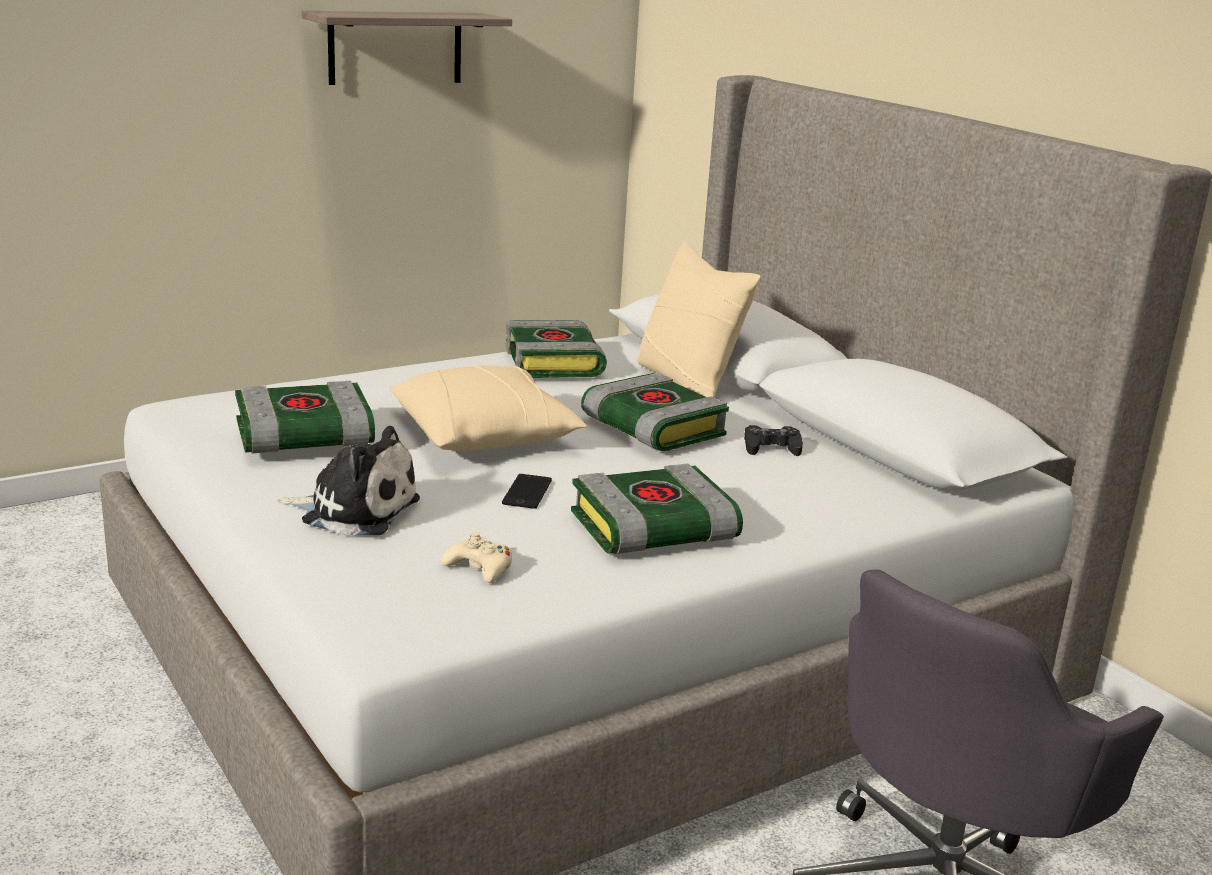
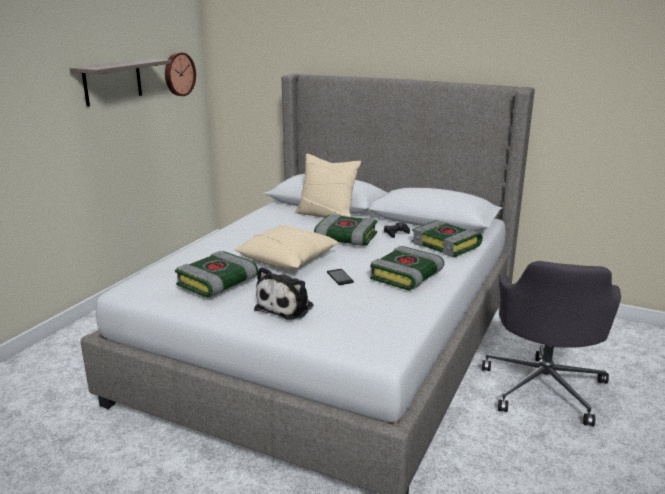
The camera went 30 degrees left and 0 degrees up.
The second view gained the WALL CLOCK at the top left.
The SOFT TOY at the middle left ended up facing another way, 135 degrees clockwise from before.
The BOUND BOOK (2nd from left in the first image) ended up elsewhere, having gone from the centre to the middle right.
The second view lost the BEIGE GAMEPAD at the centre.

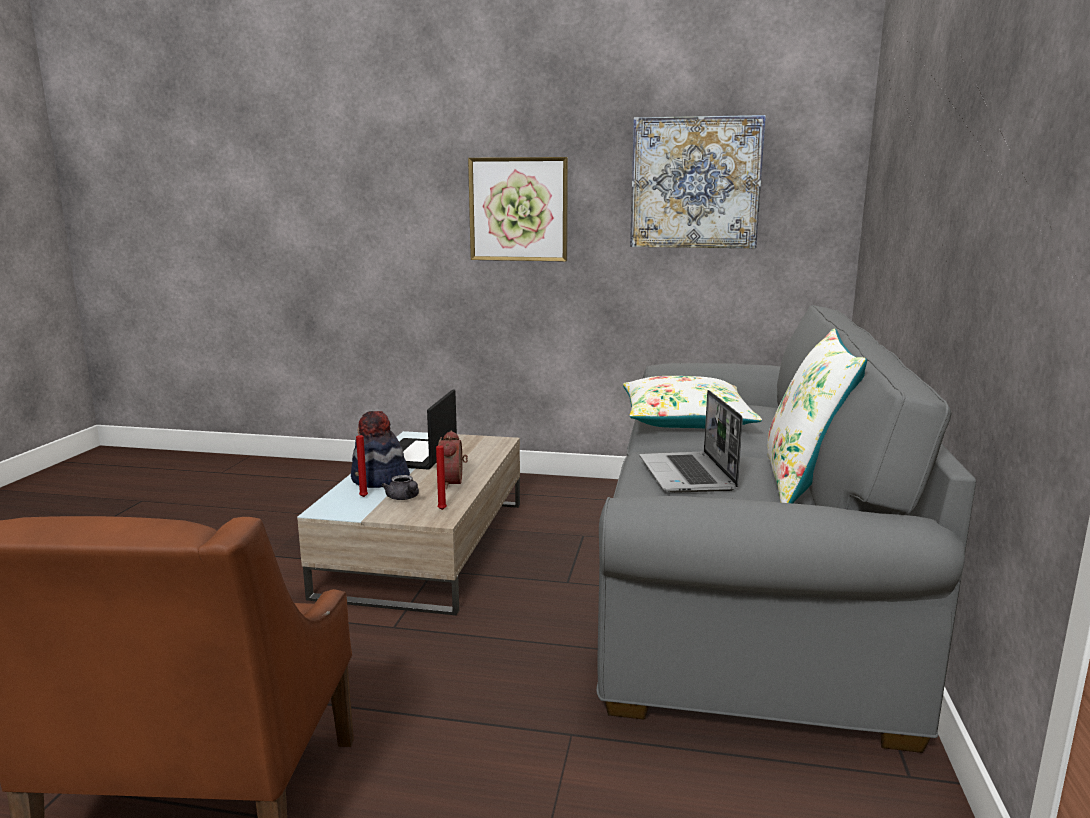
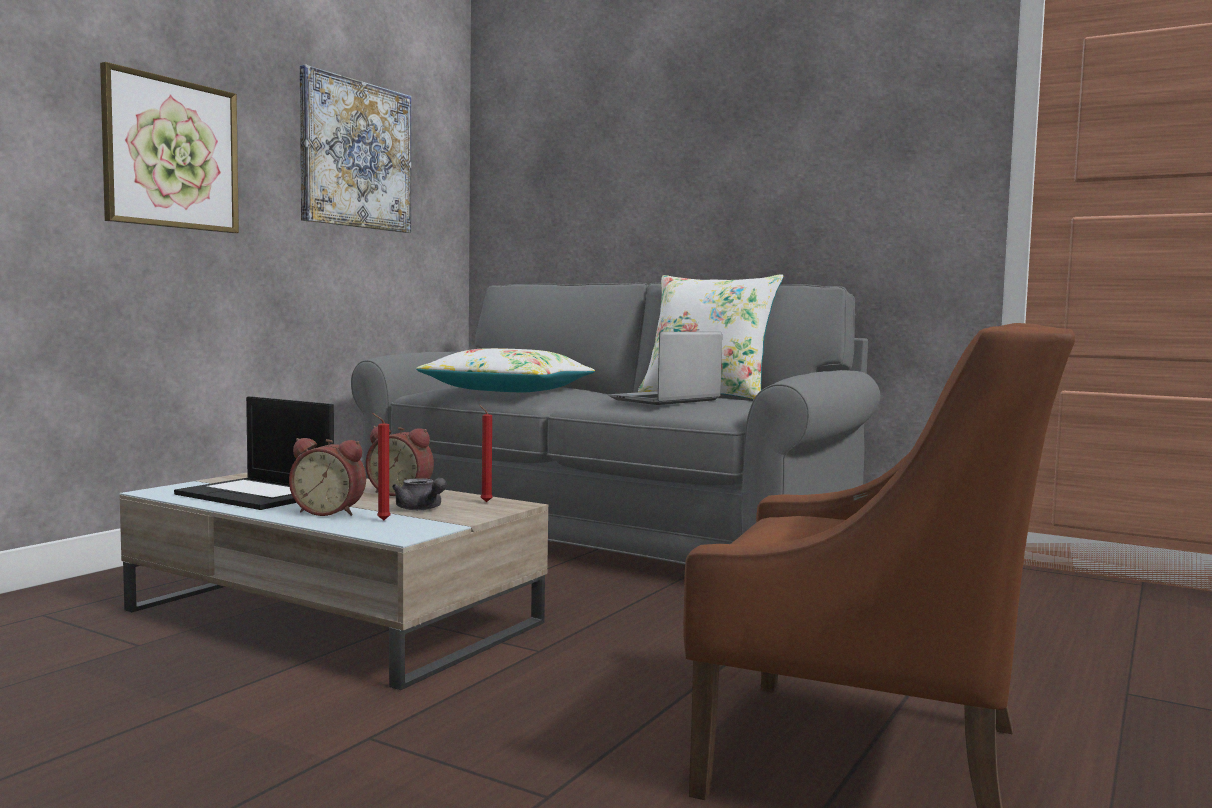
The camera went 70 degrees left and 10 degrees down.
Where the HAT stood at the centre, the BEDSIDE CLOCK (1st from left) came to stand at the middle left.
The GRAY TEAPOT at the centre ended up facing another way, 60 degrees clockwise from before.
The NOTEBOOK COMPUTER (2nd from left) at the centre ended up facing another way, 120 degrees clockwise from before.

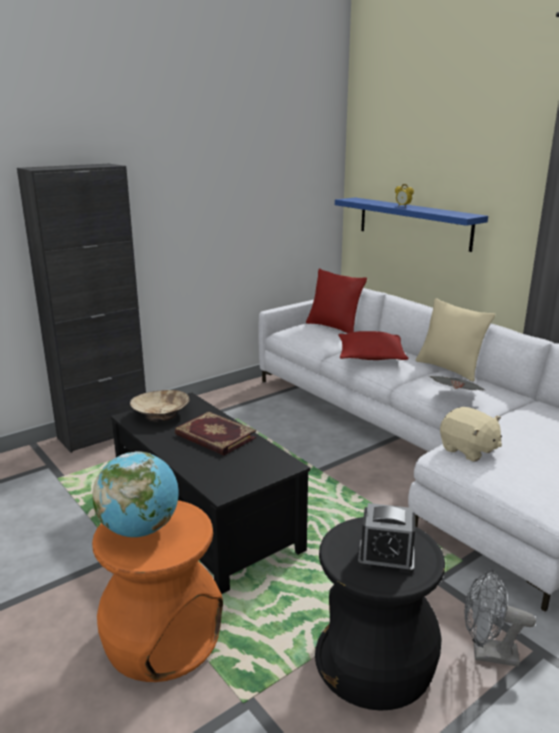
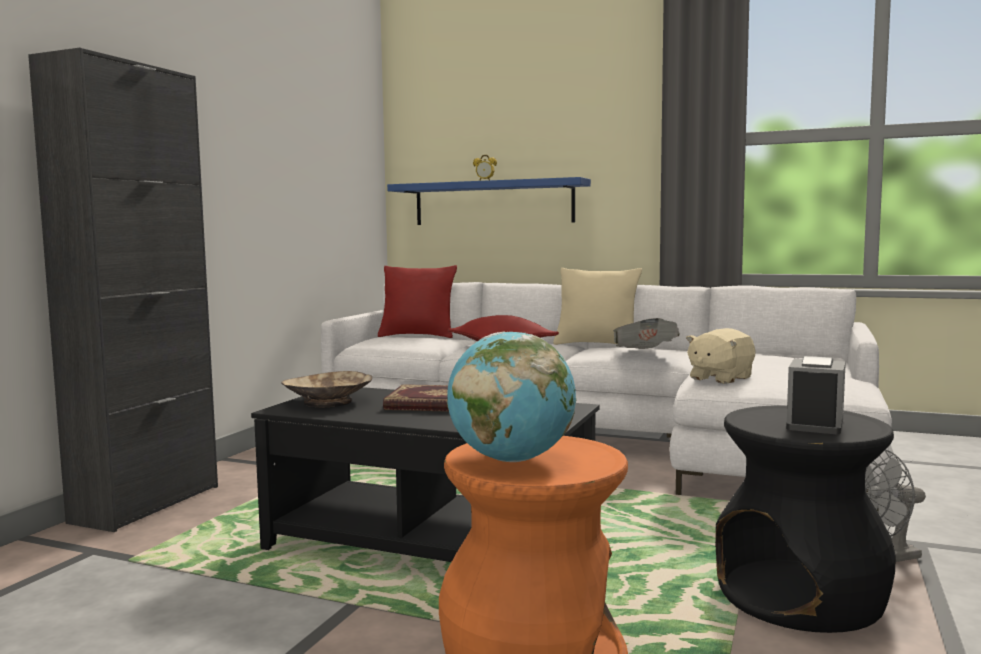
The camera went 30 degrees left and 15 degrees down.
The BEIGE SOFT TOY at the middle right ended up facing another way, 120 degrees clockwise from before.
The BEDSIDE CLOCK (1st from left in the first image) at the bottom right ended up facing another way, 45 degrees counterclockwise from before.

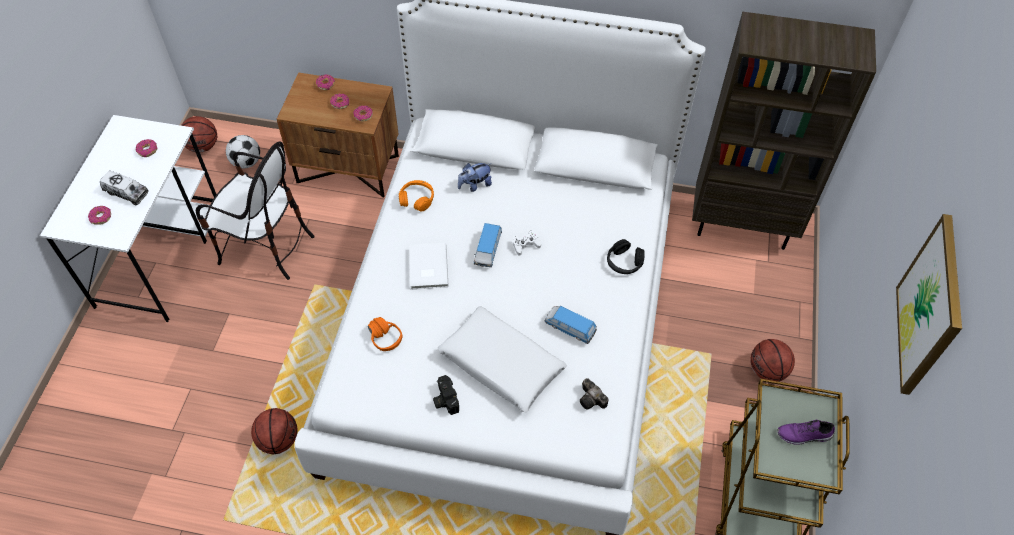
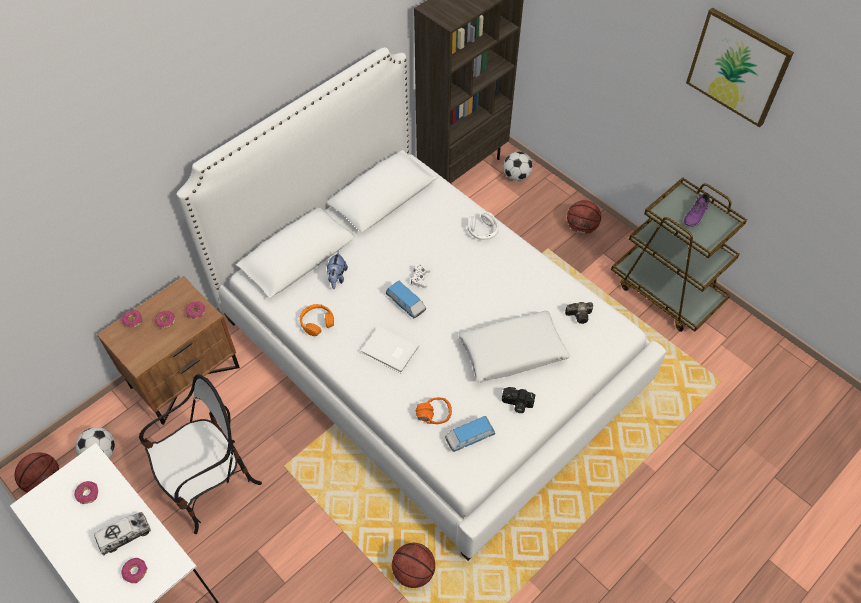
The camera went 55 degrees left and 0 degrees up.
The MODEL CAR (2nd from left) ended up elsewhere, having gone from the centre to the bottom centre.
What was the BLACK HEADPHONES at the centre turned into the WHITE-COLOURED HEADPHONES at the centre.
The second view gained the FOOTBALL (2nd from left) at the top centre.

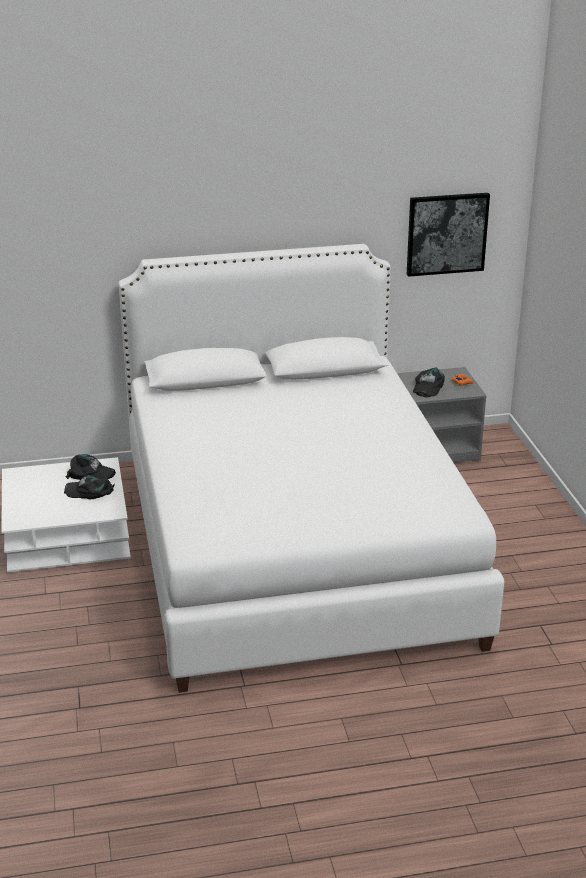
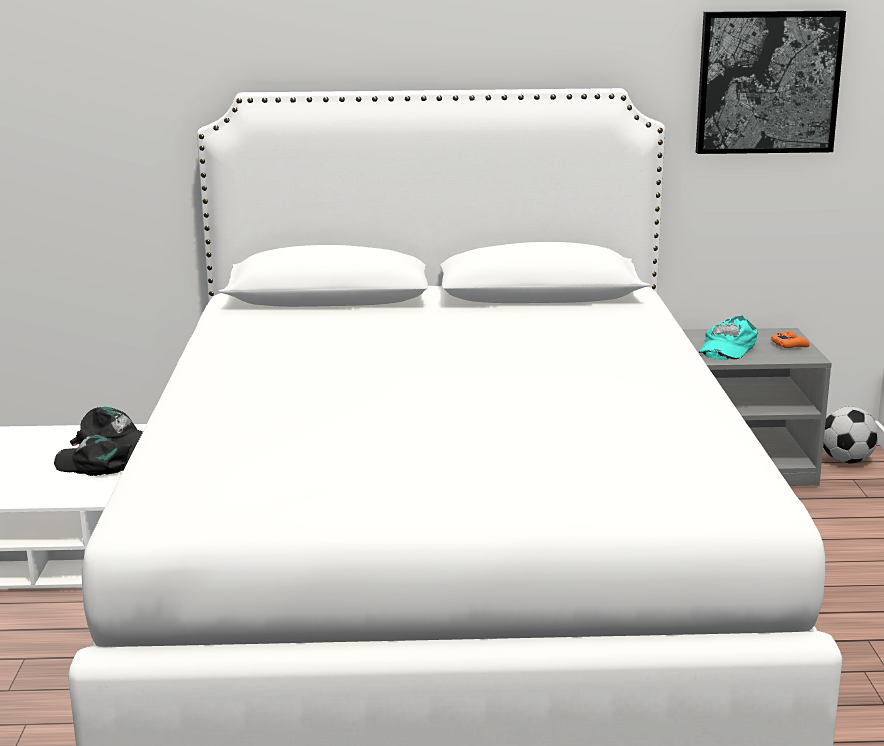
The camera went 10 degrees right and 10 degrees down.
What was the BLACK BASEBALL CAP (3rd from left) at the middle right turned into the BLUE-GREEN BASEBALL CAP at the middle right.
The second view gained the FOOTBALL at the middle right.

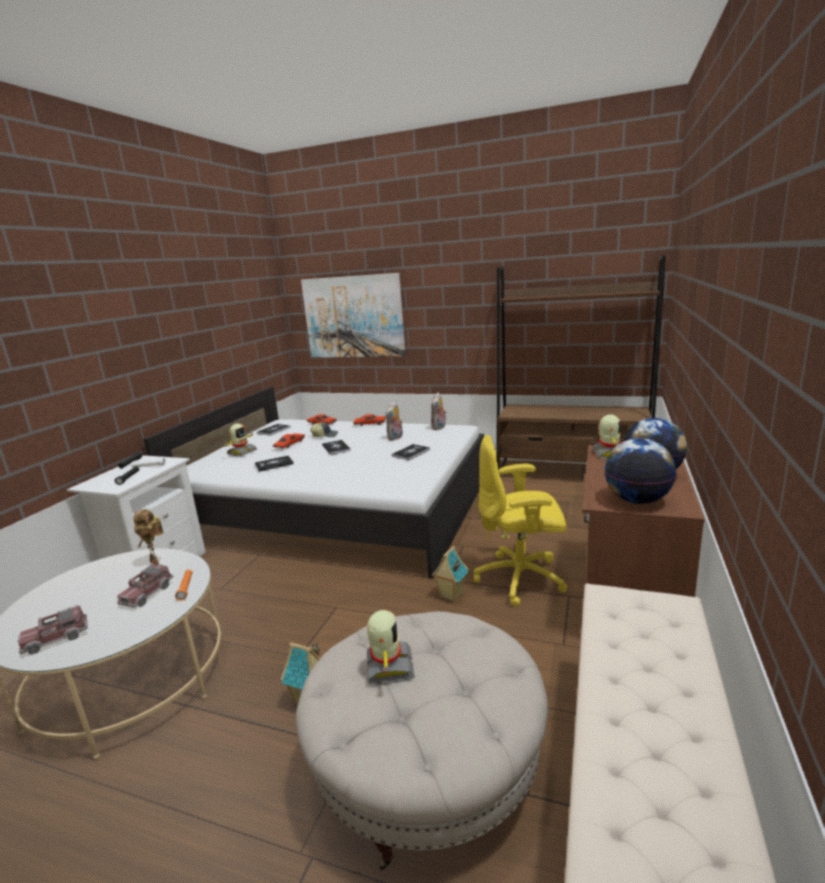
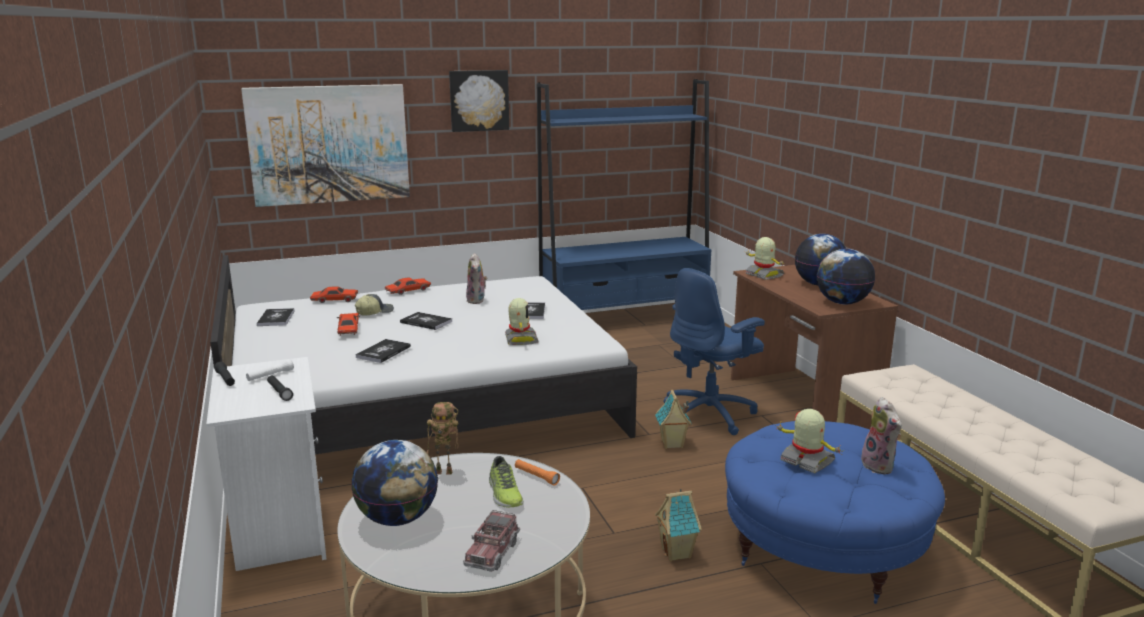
The camera went 40 degrees left and 0 degrees up.
The second view gained the GLOBE (1st from left) at the bottom centre.
The second view gained the WALL PICTURE (2nd from left) at the top centre.
Where the MODEL TRUCK (2nd from left) stood at the middle left, the SHOE came to stand at the bottom centre.
The MODEL ROBOT (2nd from left) ended up elsewhere, having gone from the middle left to the centre.
What was the BROWNISH BOOKSHELF at the middle right turned into the BLUE-COLOURED BOOKSHELF at the top centre.
What was the YELLOWISH OFFICE CHAIR at the centre turned into the BLUE-COLOURED OFFICE CHAIR at the centre.
What was the BEIGE POUFFE at the bottom centre turned into the BLUE-COLOURED POUFFE at the bottom right.
The SOFT TOY (2nd from left) ended up elsewhere, having gone from the centre to the bottom right.

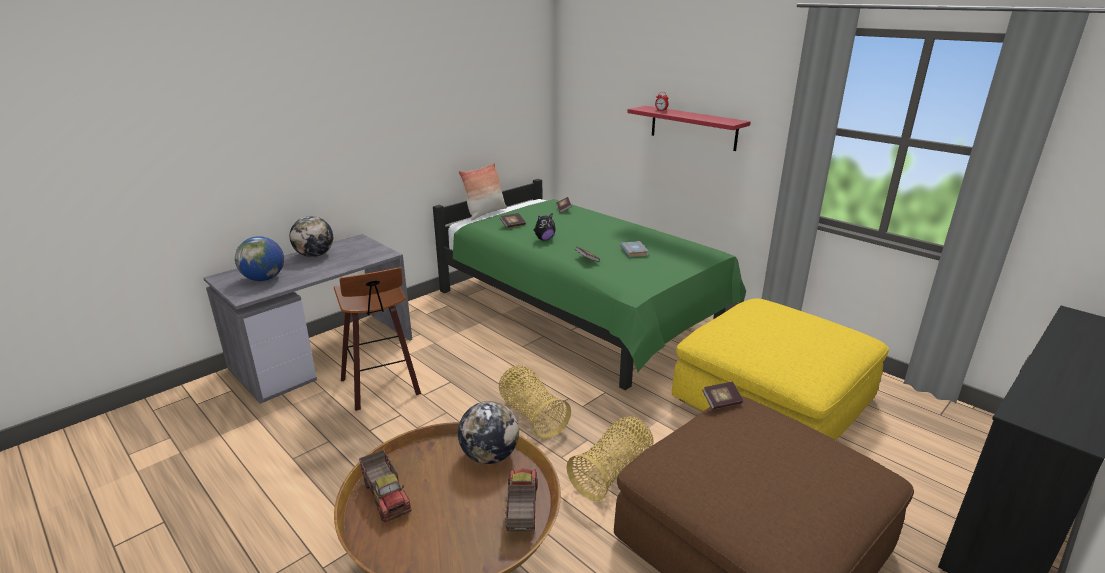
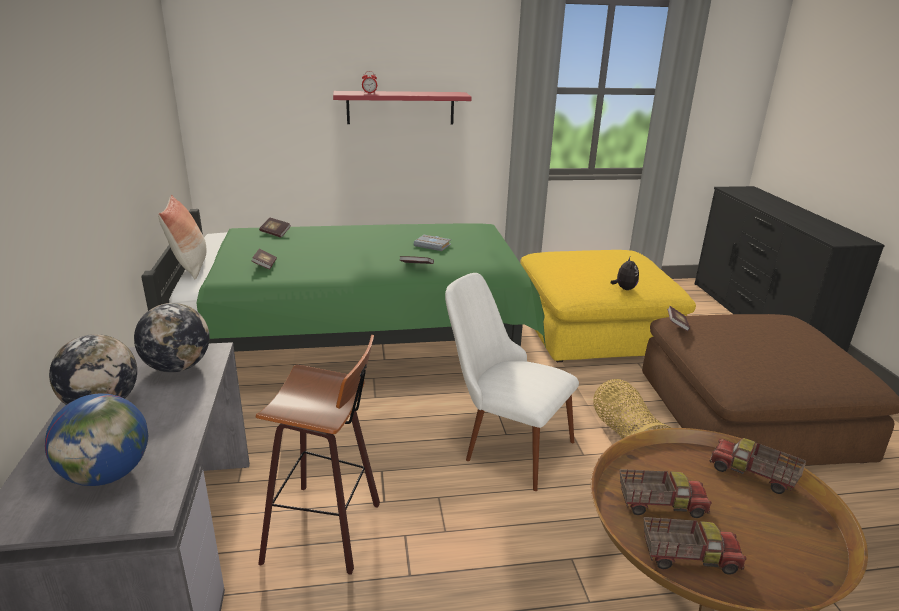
The camera went 55 degrees left and 0 degrees up.
The GLOBE (3rd from left) ended up elsewhere, having gone from the bottom centre to the middle left.
Where the HOUSEHOLD BASKET (1st from left) stood at the bottom centre, the WHITE-COLOURED CHAIR came to stand at the centre.
The SOFT TOY ended up elsewhere, having gone from the centre to the middle right.
The second view gained the MODEL TRUCK (1st from left) at the bottom right.

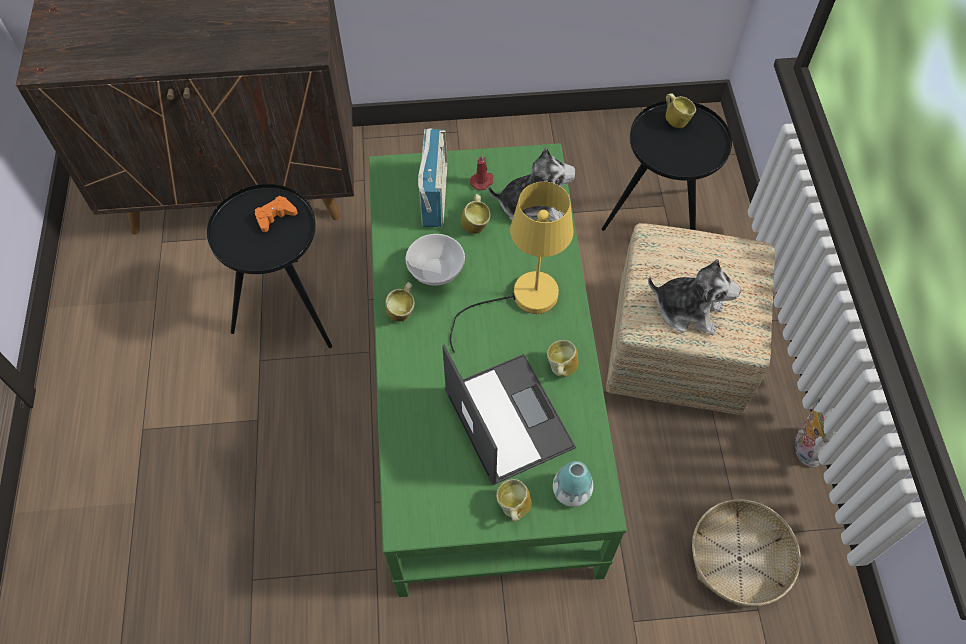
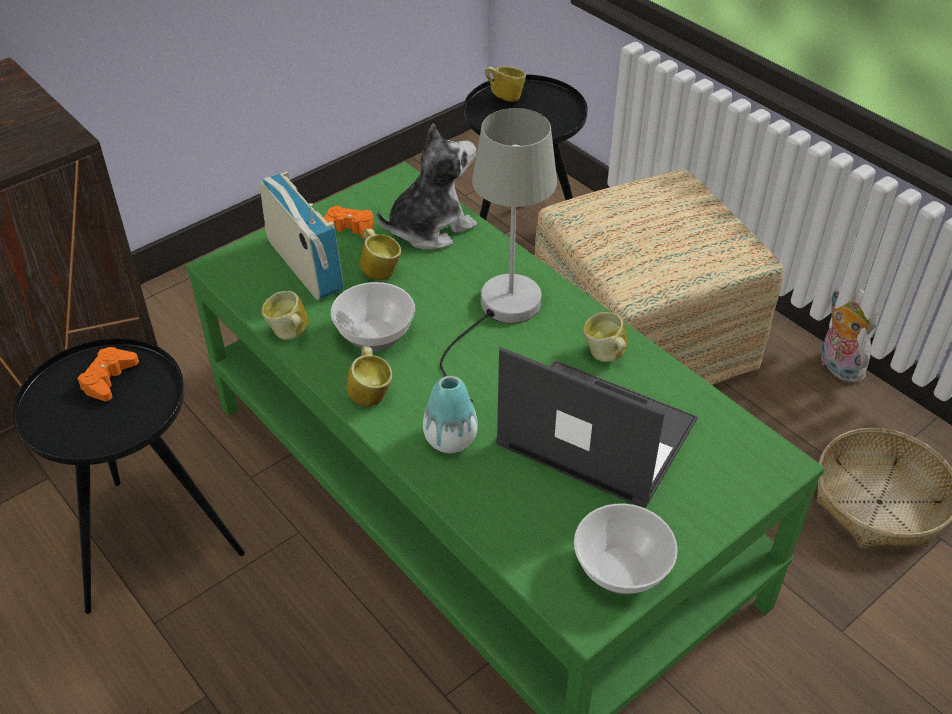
The camera went 35 degrees left and 15 degrees down.
The TEA MUG (3rd from left in the first image) ended up elsewhere, having gone from the bottom centre to the middle left.
Where the RED CANDLE stood at the top centre, the ORANGE-COLOURED GAMEPAD (2nd from left) came to stand at the top centre.
The FLOWER VASE ended up elsewhere, having gone from the bottom centre to the centre.
What was the YELLOWISH TABLETOP LAMP at the centre turned into the GRAY TABLETOP LAMP at the centre.
The second view gained the BOWL (2nd from left) at the bottom centre.
The second view lost the SOFT TOY (2nd from left) at the middle right.

